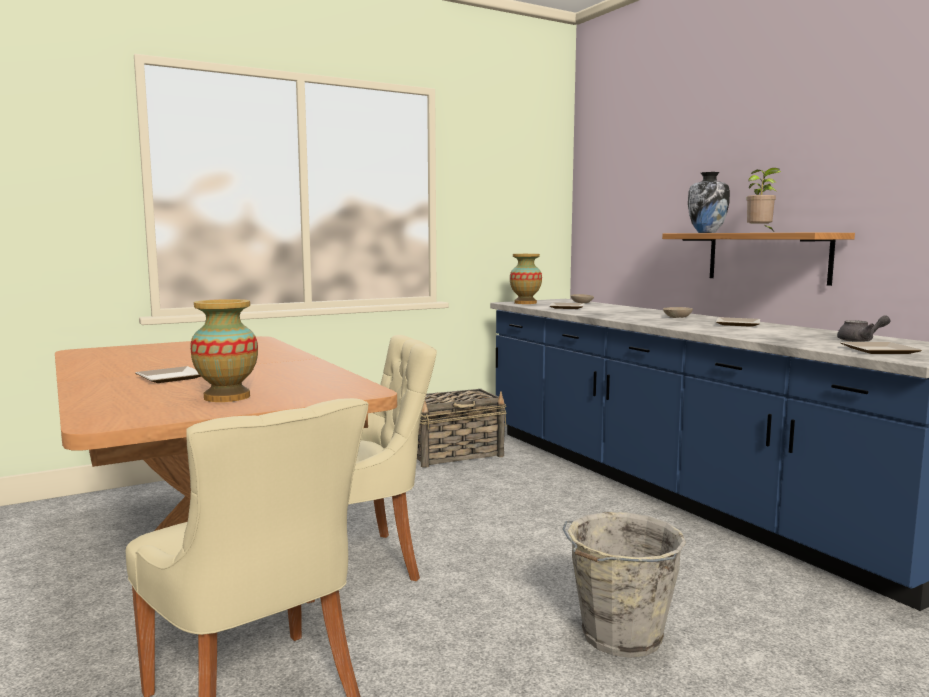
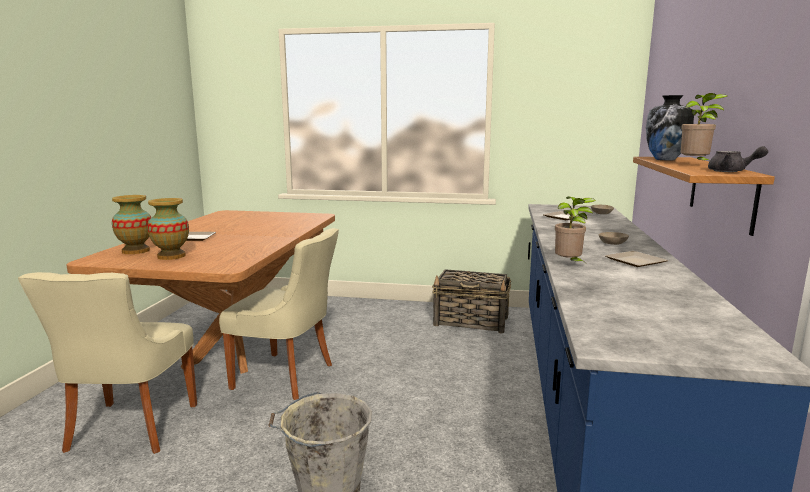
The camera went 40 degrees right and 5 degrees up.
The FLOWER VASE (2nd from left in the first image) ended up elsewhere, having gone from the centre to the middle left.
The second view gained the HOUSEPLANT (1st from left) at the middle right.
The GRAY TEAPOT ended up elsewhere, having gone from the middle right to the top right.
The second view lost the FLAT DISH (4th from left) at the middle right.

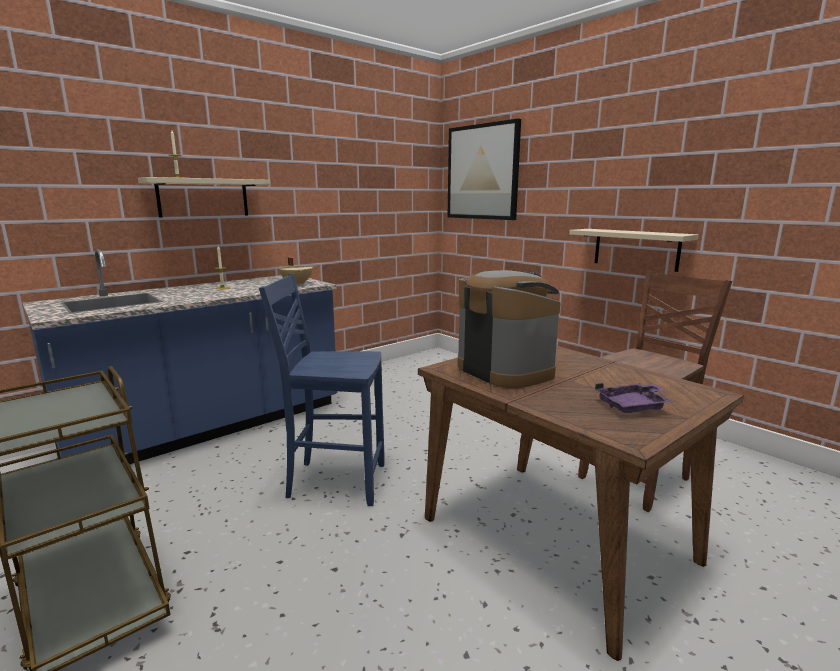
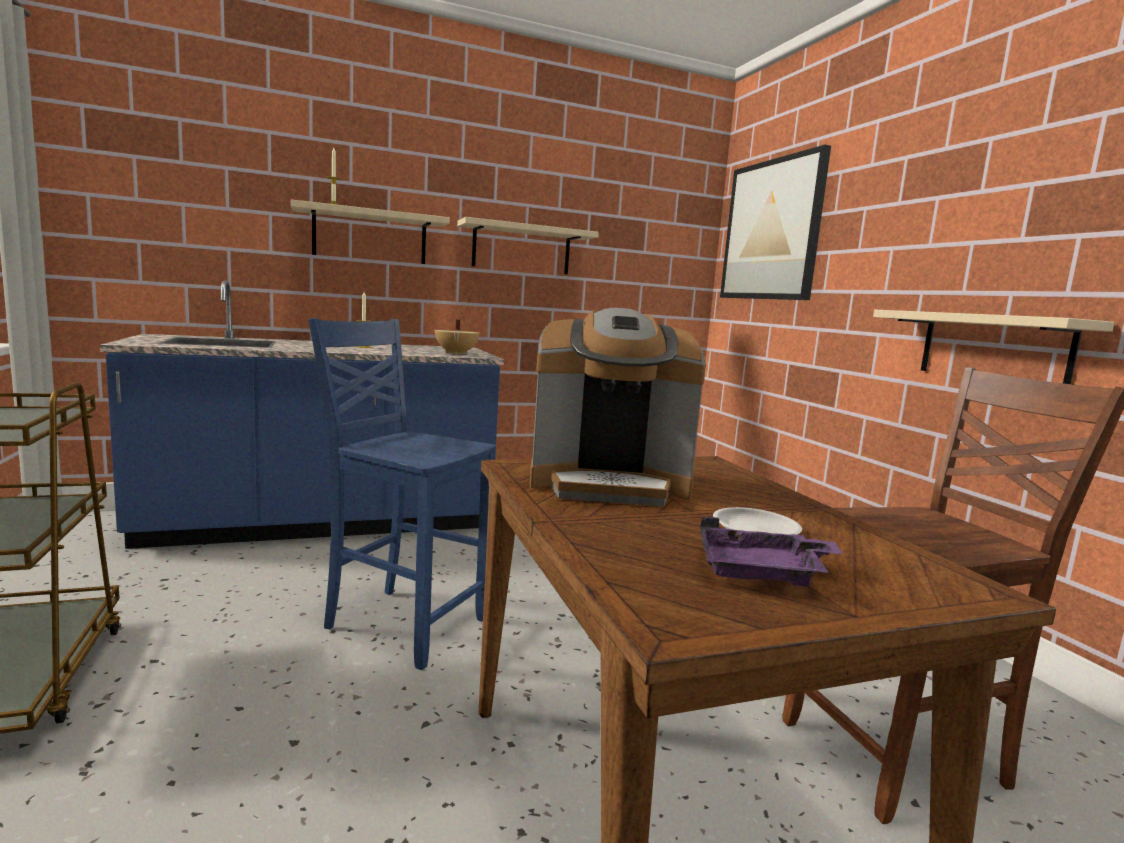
The camera went 20 degrees right and 5 degrees down.
The second view gained the BEIGE WALL SHELF (2nd from left) at the top centre.
The COFFEE MAKER at the centre ended up facing another way, 105 degrees clockwise from before.
The second view gained the WHITE-COLOURED FLAT DISH at the middle right.

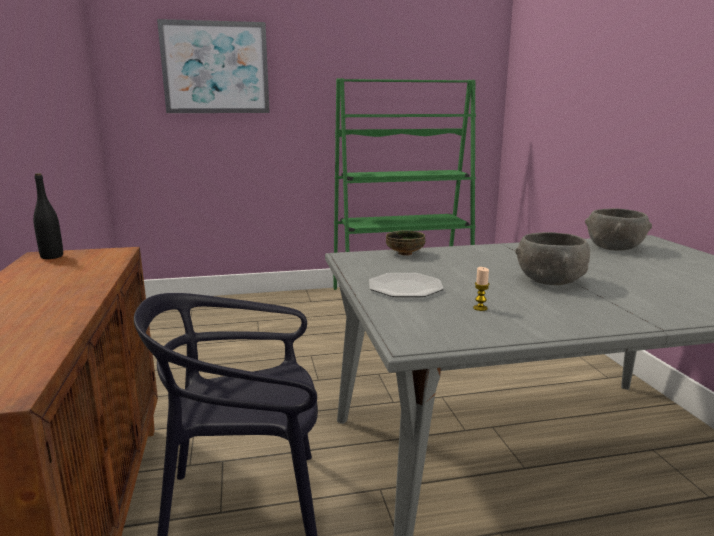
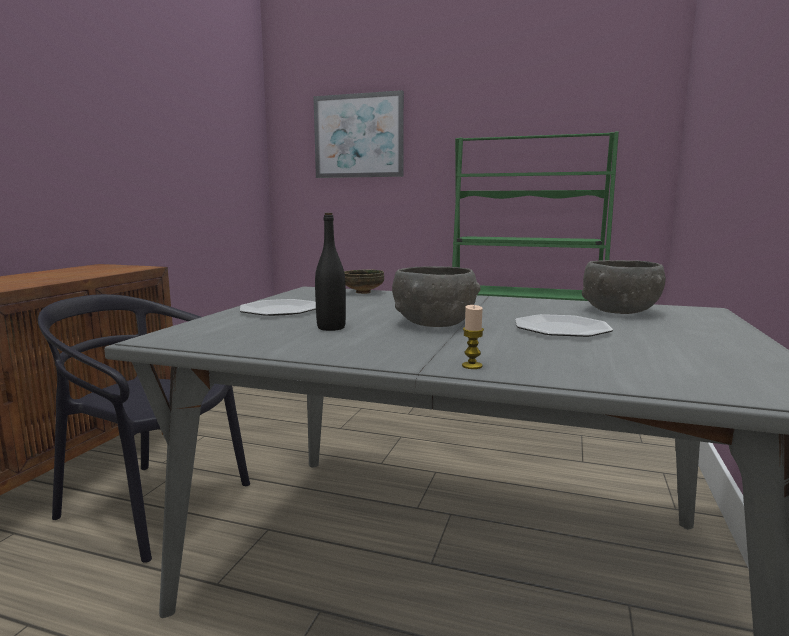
The camera went 30 degrees right and 5 degrees down.
The BLACK DRINK BOTTLE ended up elsewhere, having gone from the middle left to the centre.
The CANDLE ended up elsewhere, having gone from the middle right to the centre.
The second view gained the FLAT DISH (2nd from left) at the middle right.

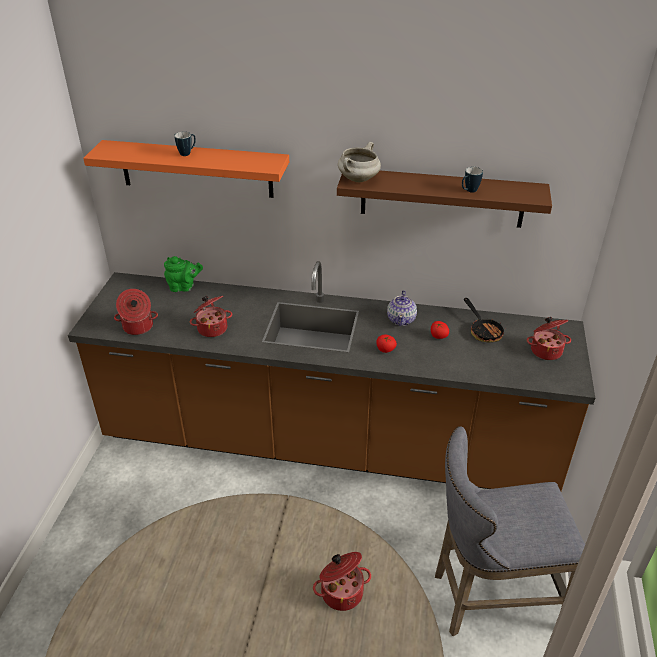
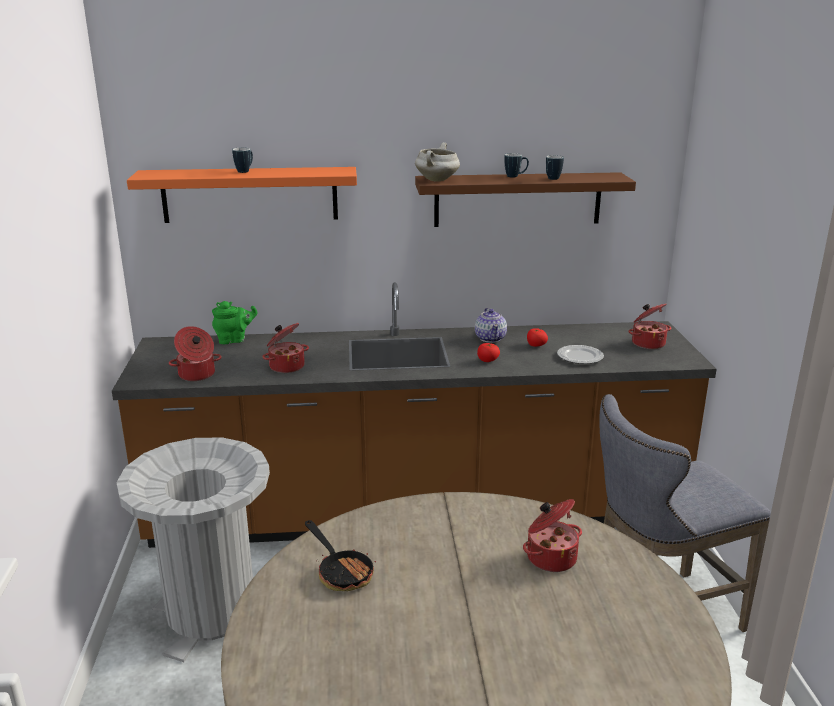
The camera went 15 degrees left and 15 degrees down.
The second view gained the GRAY TRASH CAN at the bottom left.
The PAN ended up elsewhere, having gone from the middle right to the bottom centre.
The second view gained the TEA MUG (2nd from left) at the top centre.
The second view gained the FLAT DISH at the middle right.

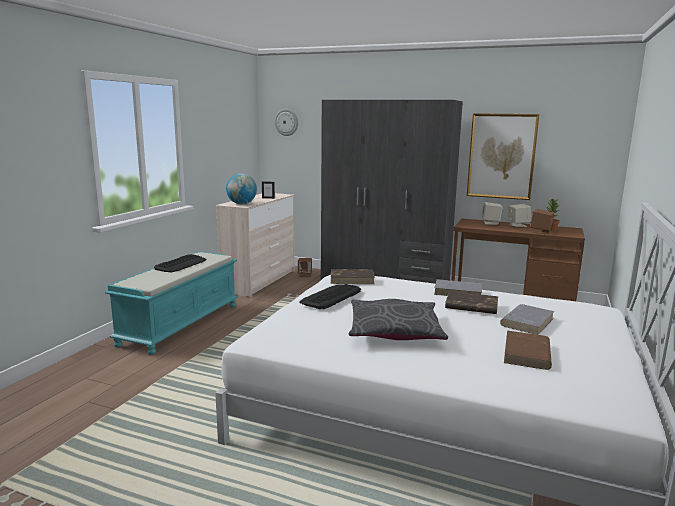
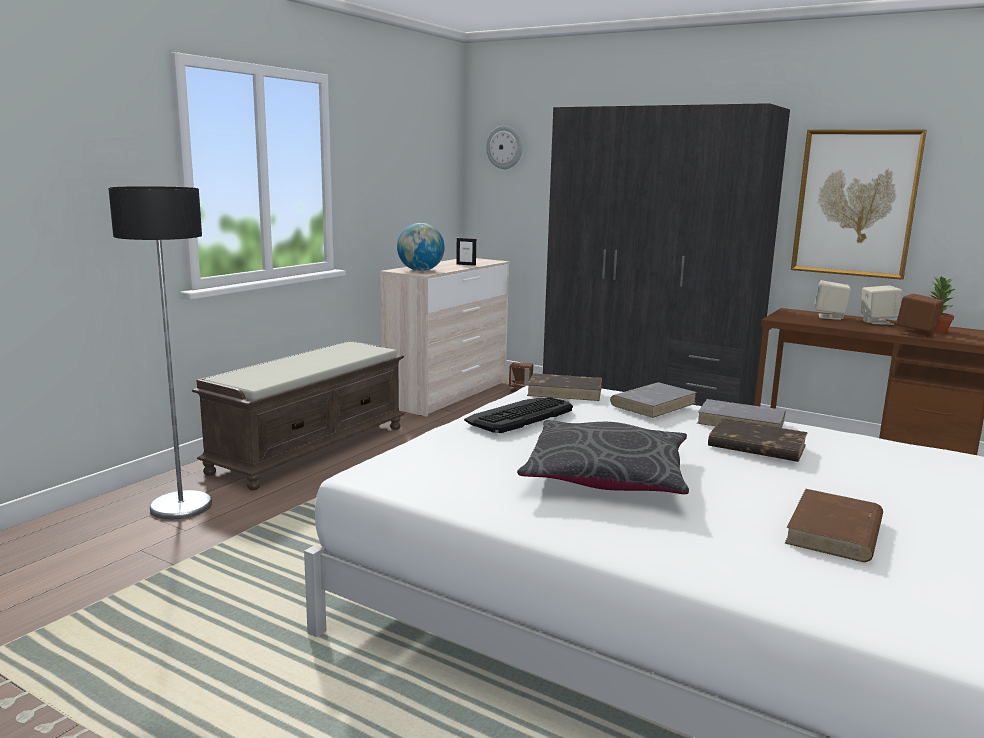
The camera went 10 degrees right and 0 degrees up.
The second view gained the STANDARD LAMP at the middle left.
What was the BLUE-GREEN BENCH at the middle left turned into the BROWNISH BENCH at the middle left.
The GRAY BOUND BOOK (2nd from left in the first image) ended up elsewhere, having gone from the middle right to the centre.
The second view lost the COMPUTER KEYBOARD (1st from left) at the middle left.

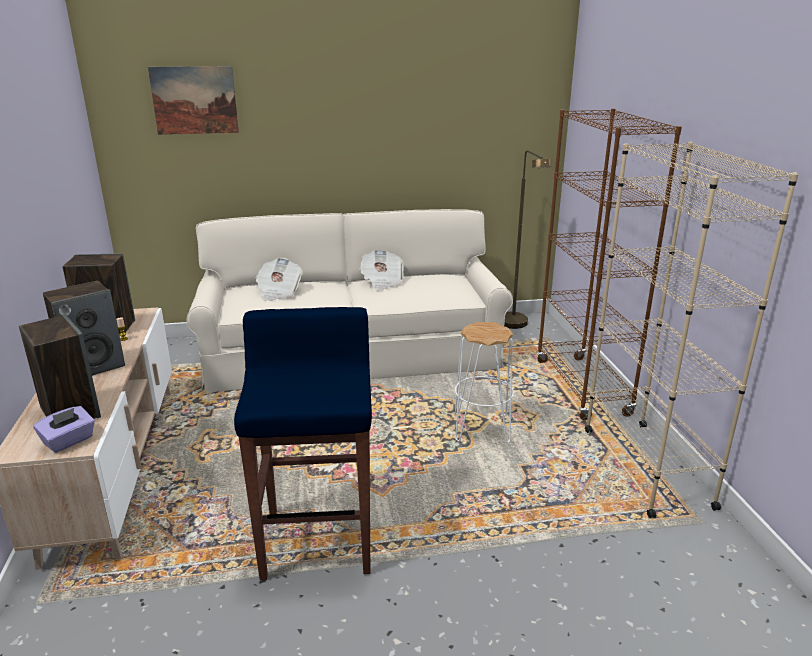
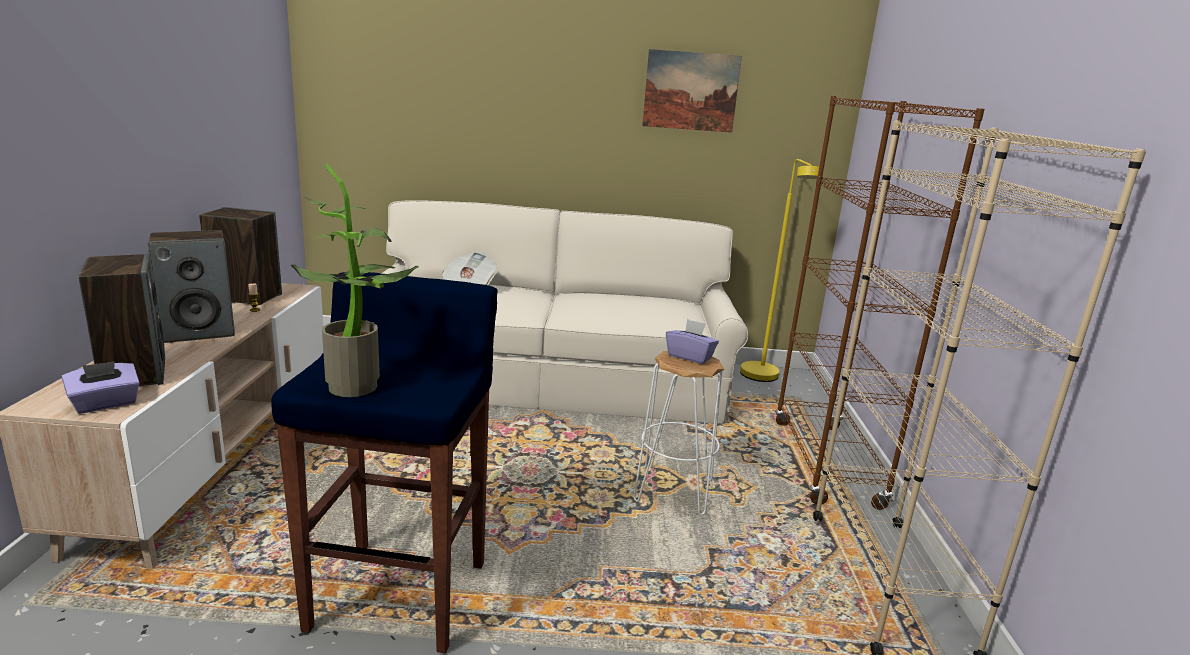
The camera went 10 degrees right and 5 degrees down.
The second view gained the HOUSEPLANT at the middle left.
The WALL PICTURE ended up elsewhere, having gone from the top left to the top centre.
The second view gained the PURPLISH TISSUE HOLDER (2nd from left) at the centre.
What was the BROWNISH STANDARD LAMP at the centre turned into the YELLOWISH STANDARD LAMP at the centre.
The second view lost the DAILY PAPER (2nd from left) at the centre.

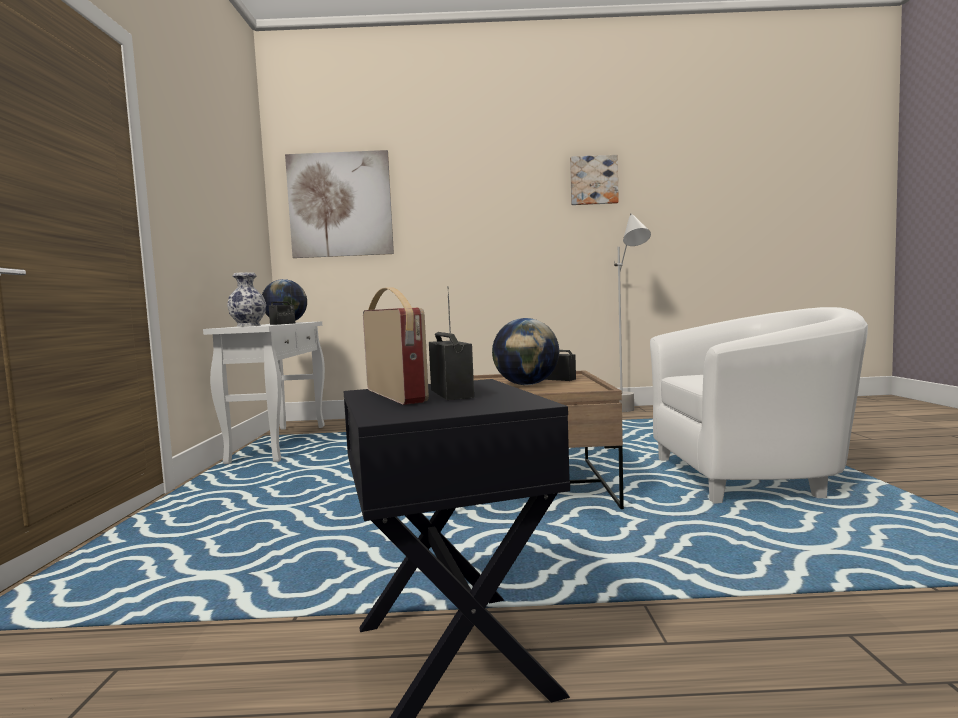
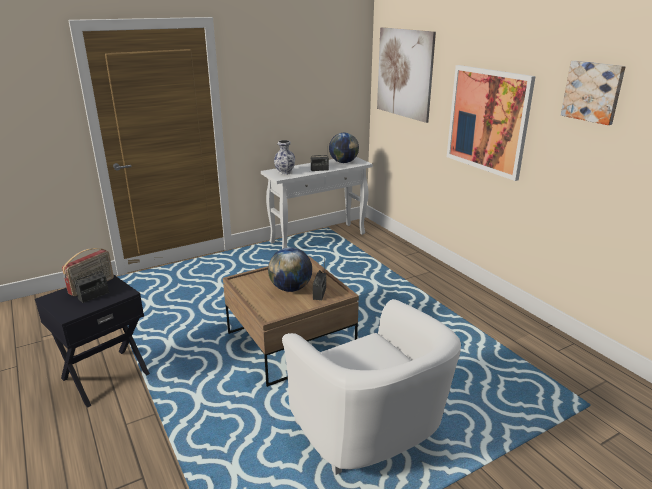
The camera went 60 degrees right and 20 degrees up.
The second view gained the WALL PICTURE (2nd from left) at the top right.
The second view lost the GRAY STANDARD LAMP at the centre.

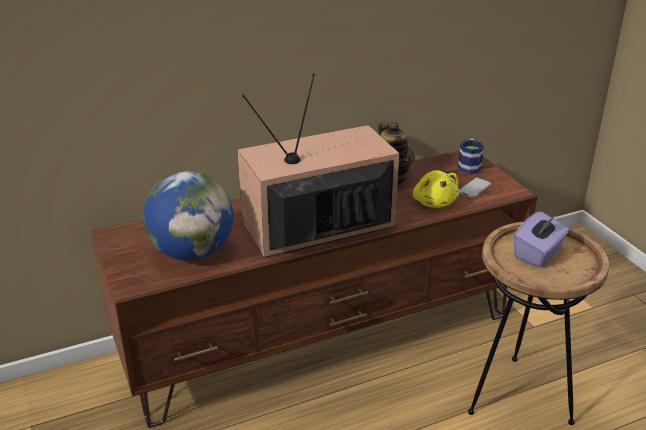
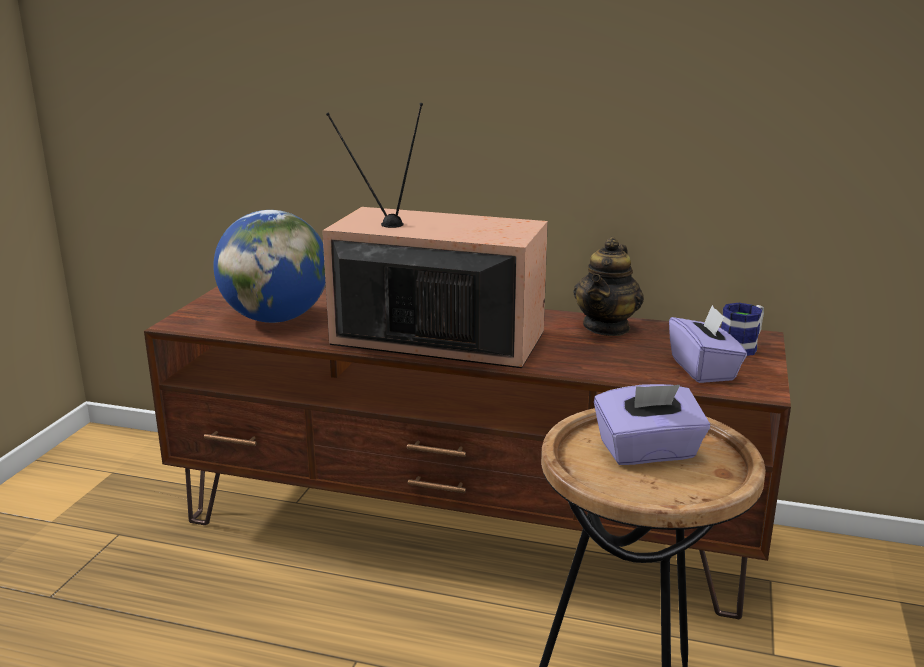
The camera went 40 degrees right and 10 degrees down.
Where the PHONE stood at the middle right, the PURPLISH TISSUE HOLDER (2nd from left) came to stand at the middle right.
The second view lost the YELLOWISH SOFT TOY at the middle right.

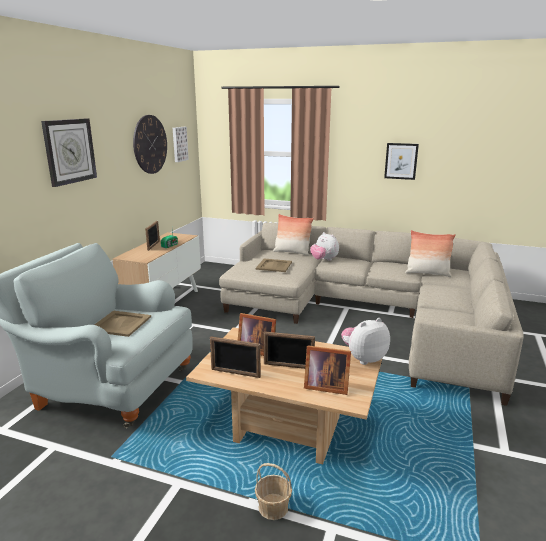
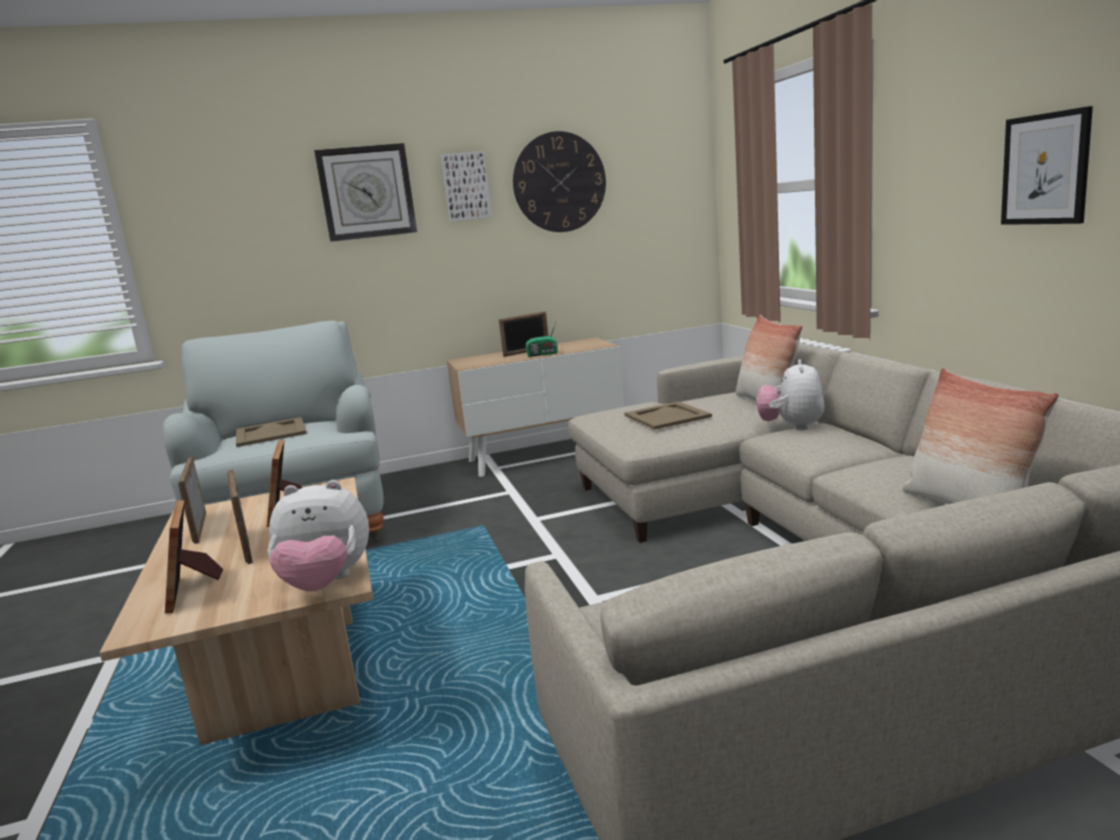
The camera went 55 degrees right and 5 degrees down.
The SOFT TOY (2nd from left in the first image) at the middle right ended up facing another way, 150 degrees clockwise from before.
The WALL PICTURE (1st from left) ended up elsewhere, having gone from the top left to the top centre.
The second view lost the HOUSEHOLD BASKET at the bottom centre.

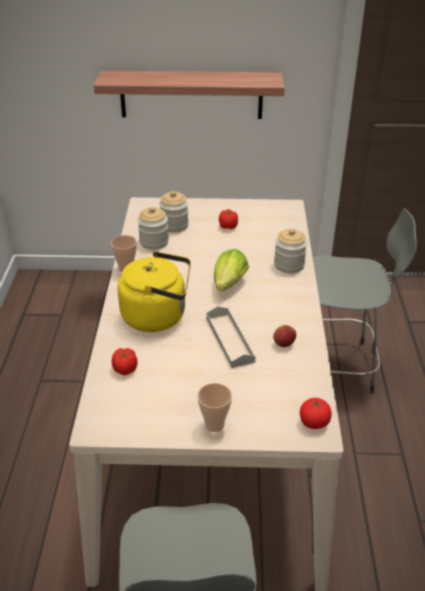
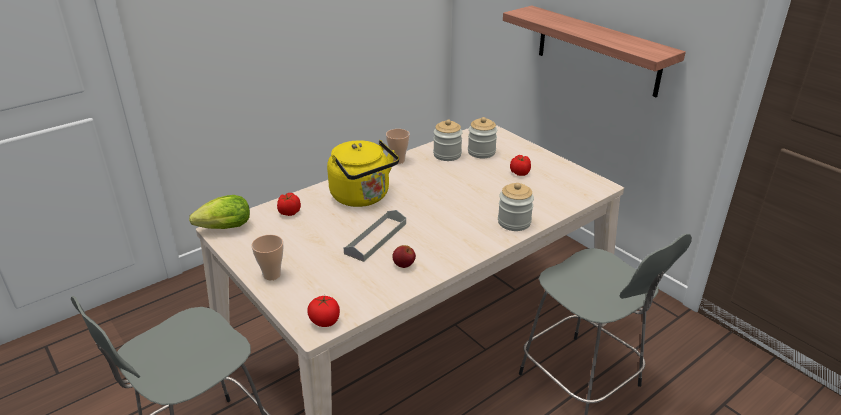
The camera went 50 degrees right and 5 degrees down.
The HEAD OF LETTUCE ended up elsewhere, having gone from the centre to the middle left.

